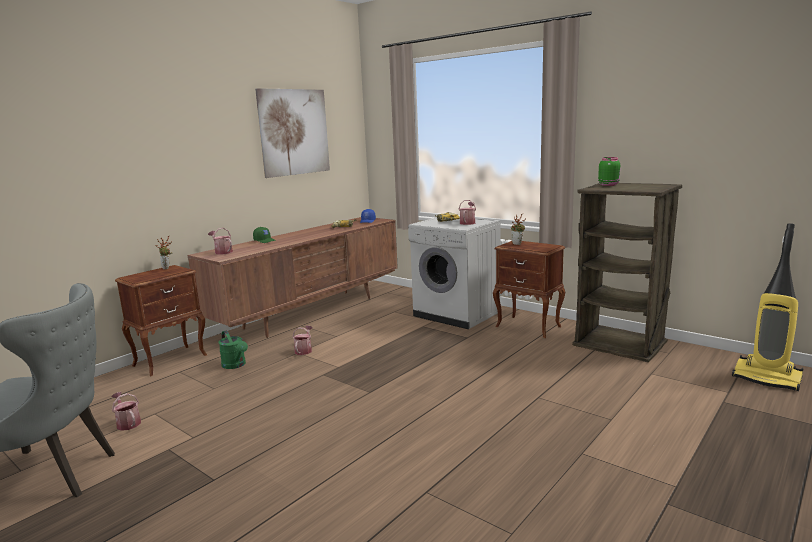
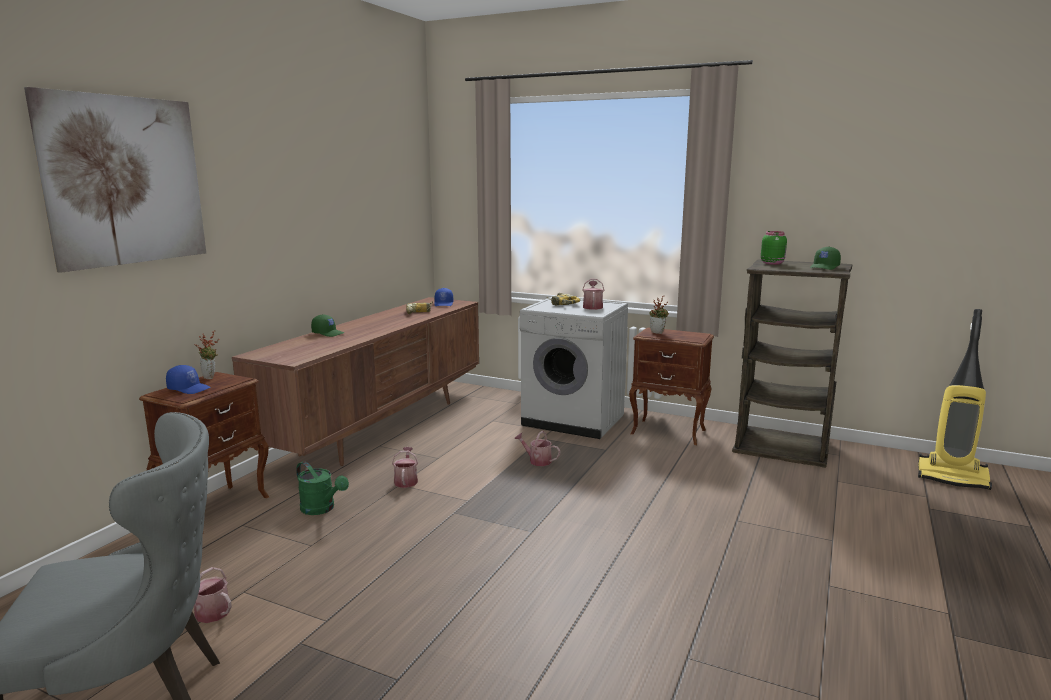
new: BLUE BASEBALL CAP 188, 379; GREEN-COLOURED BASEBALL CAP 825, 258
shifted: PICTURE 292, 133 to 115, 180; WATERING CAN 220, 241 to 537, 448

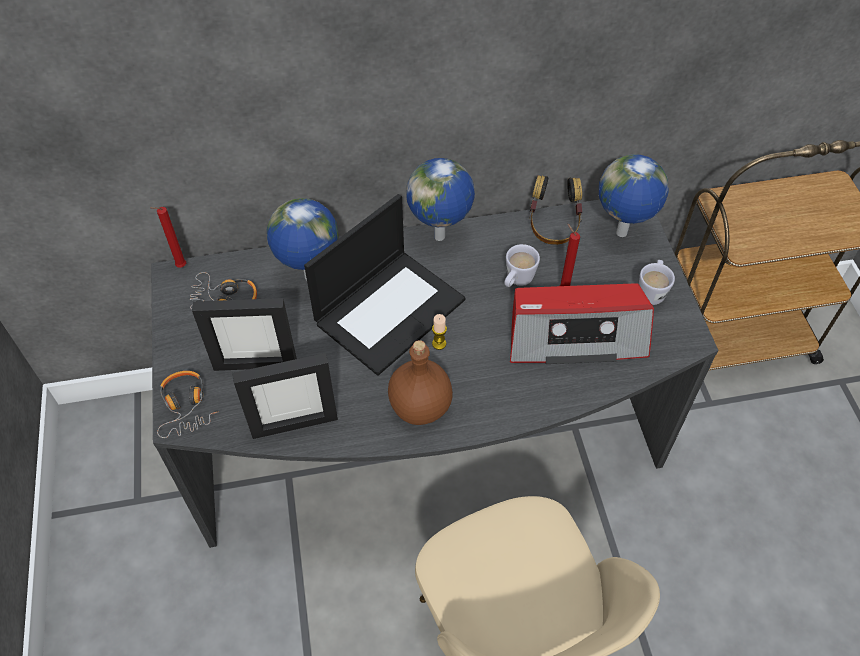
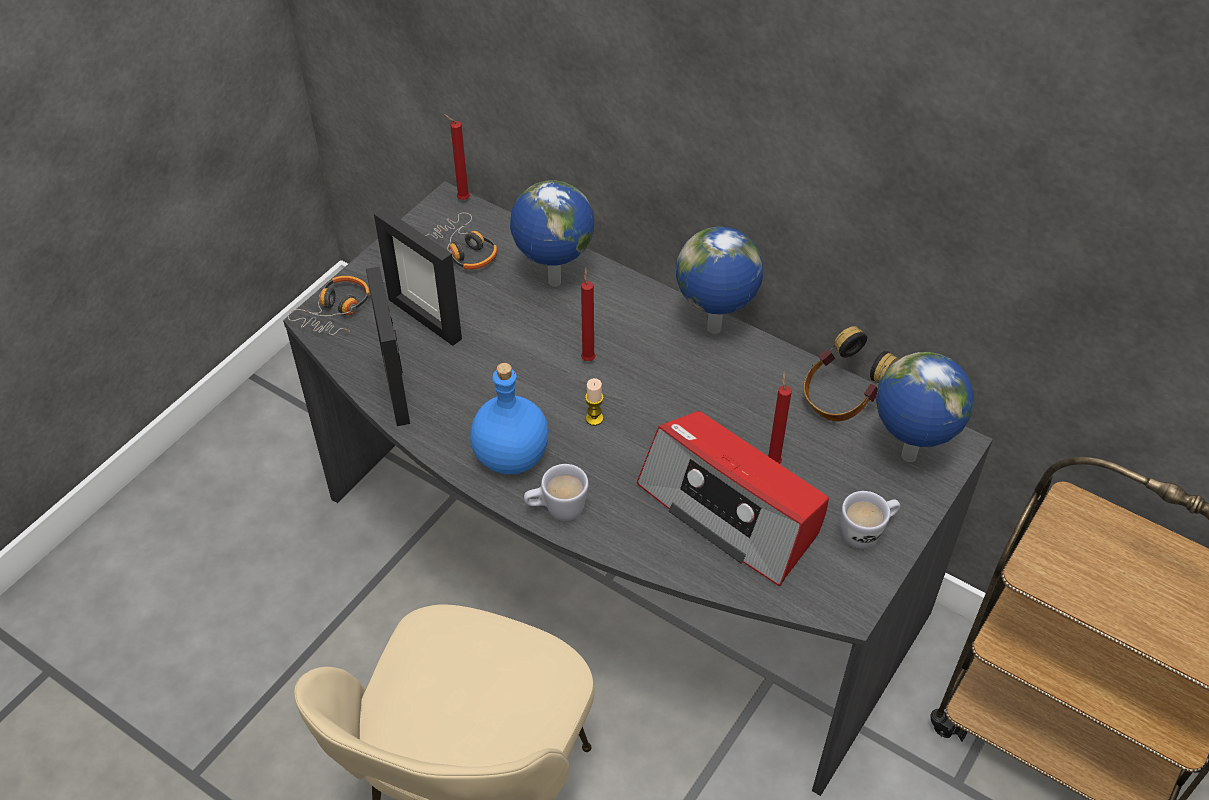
shifted: WHITISH MUG 522, 265 to 556, 492
swapped: LAPTOP 385, 285 to RED-COLOURED CANDLE 588, 314
repainted: BROWNISH DRINK BOTTLE 420, 382 to BLUE DRINK BOTTLE 509, 418
rotated: STANDING FRAME 285, 396 = 388, 346 45 degrees clockwise

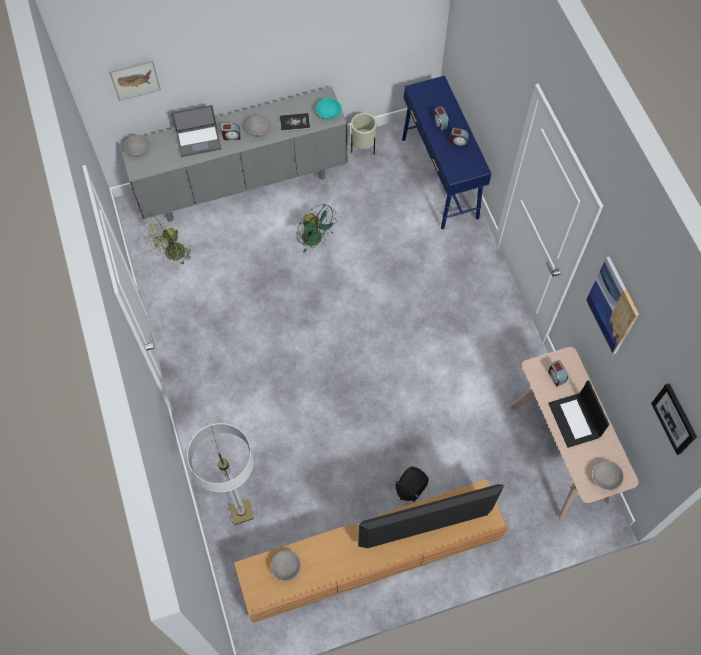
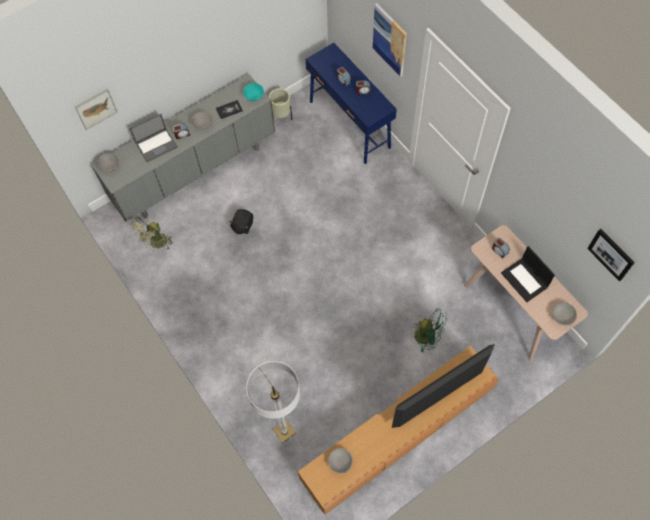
shifted: BLACK PLUSH TOY 412, 483 to 241, 221; PICTURE 612, 305 to 390, 40; GREEN-COLOURED ELECTRIC FAN 317, 228 to 429, 330

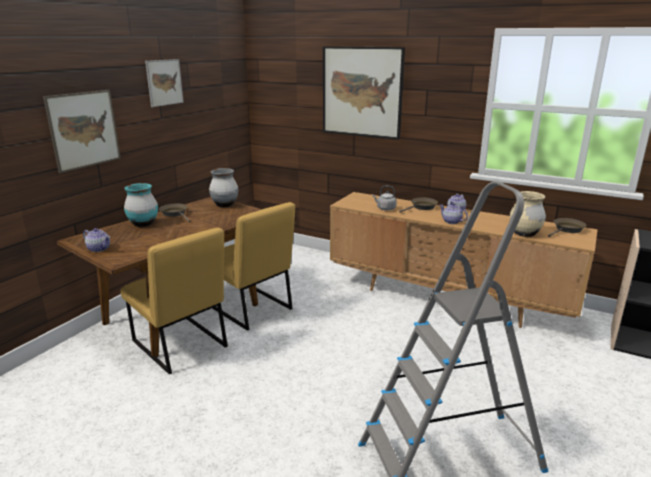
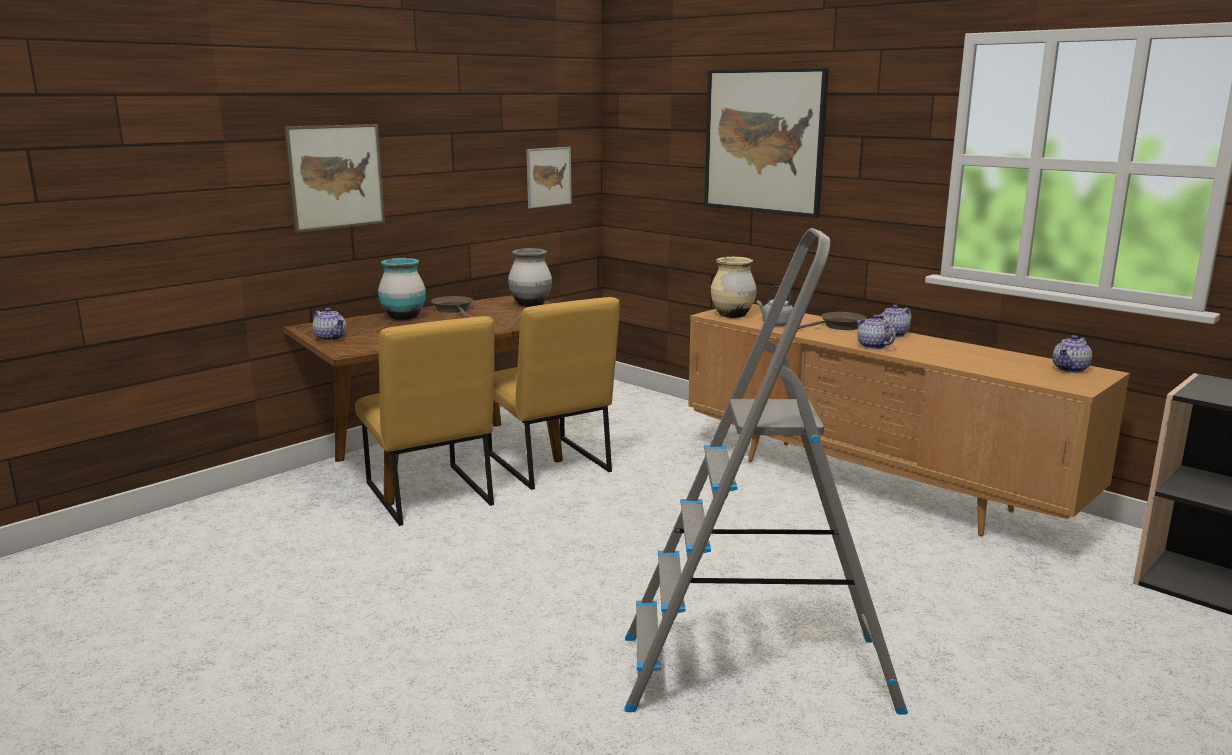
shifted: PICTURE 164, 83 to 549, 177; BEIGE DECORATIVE VASE 528, 214 to 734, 287
swapped: BROWNISH SKILLET 567, 227 to POT FOR TEA 1072, 354

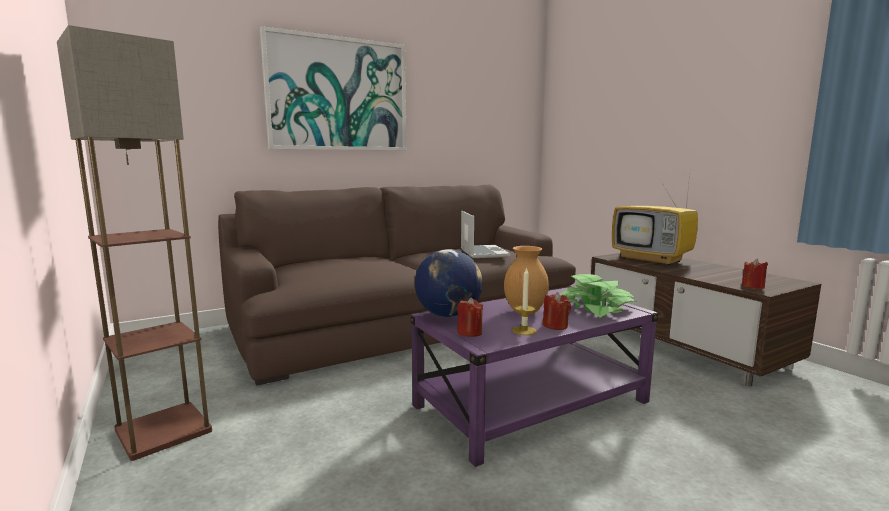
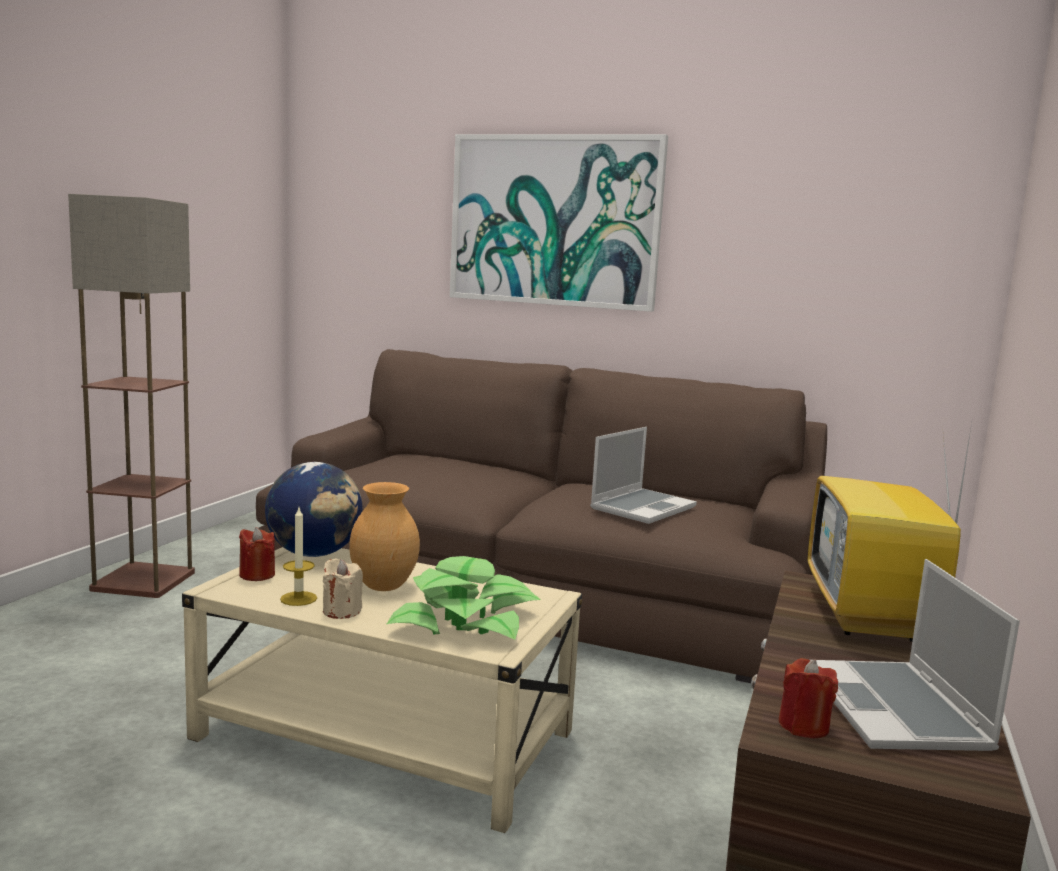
new: LAPTOP 918, 655
repainted: PURPLE LOUNGE TABLE 534, 376 to BEIGE LOUNGE TABLE 382, 690; RED-COLOURED CANDLE 557, 311 to BEIGE CANDLE 343, 588

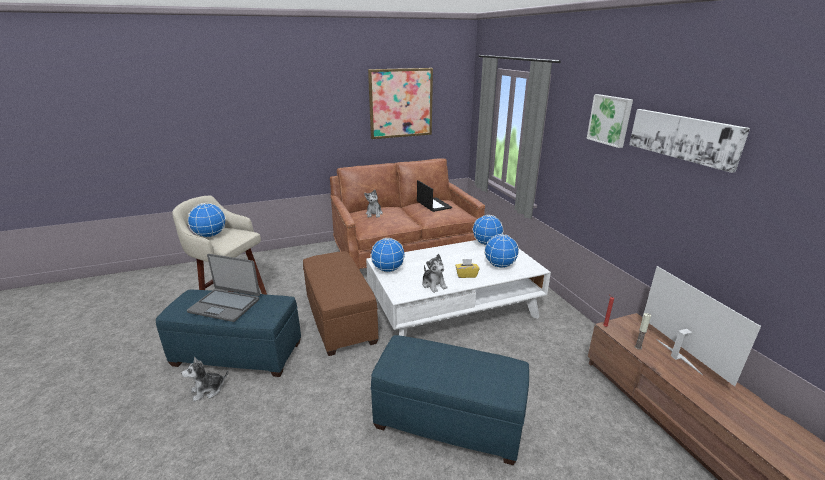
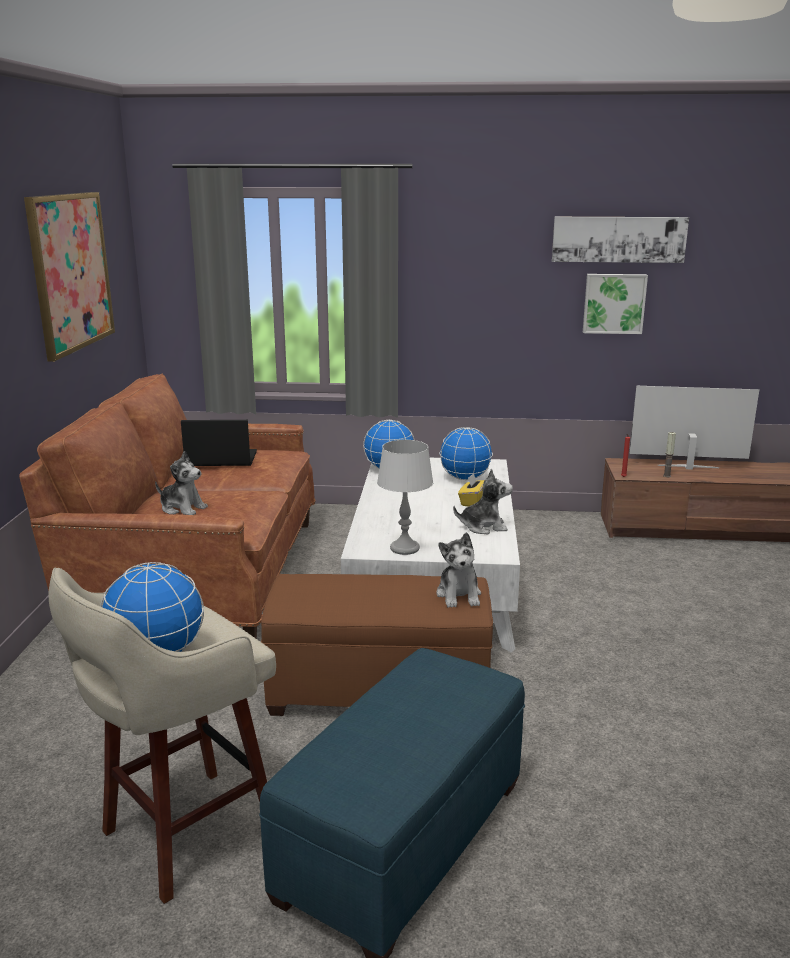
gone: LAPTOP 223, 288; BLUE FOOTREST 449, 400
shifted: PLUSH TOY 204, 379 to 458, 570; PICTURE 610, 121 to 615, 304
swapped: GLOBE 387, 255 to GREYISH TABLETOP LAMP 405, 497

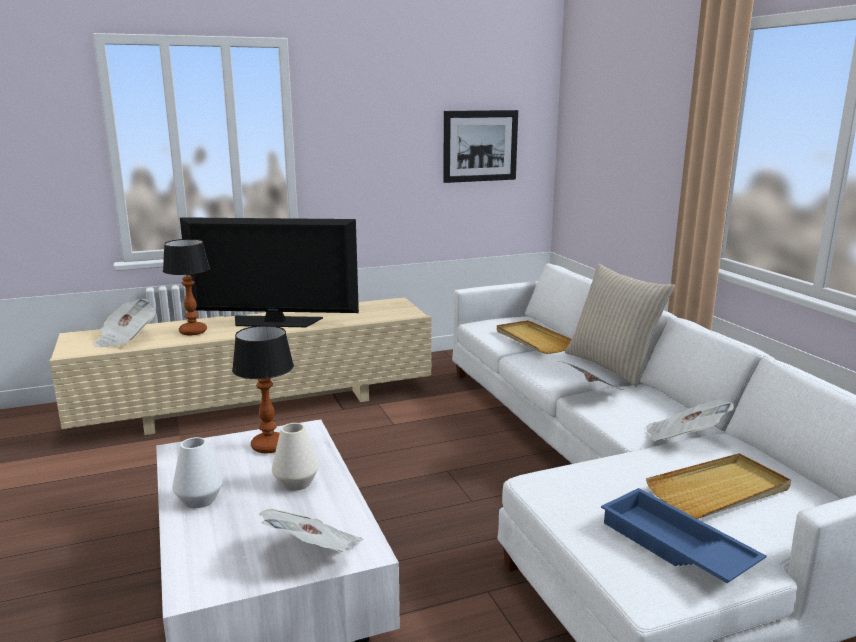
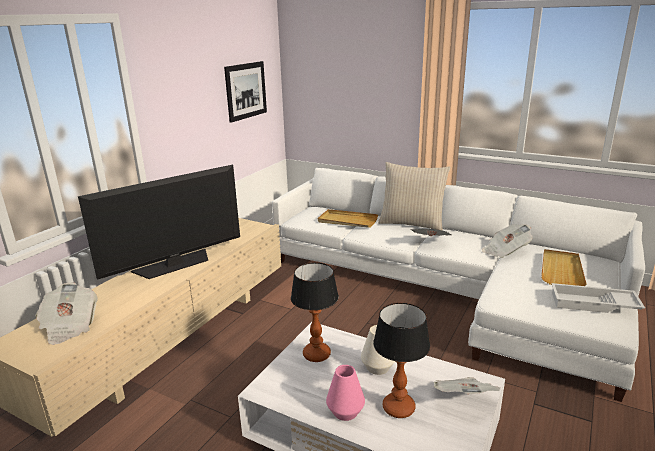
shifted: TABLETOP LAMP 186, 287 to 401, 360
repainted: WHITISH DECORATIVE VASE 197, 472 to PINK DECORATIVE VASE 345, 393; BLUE CARRYING TRAY 684, 535 to WHITISH CARRYING TRAY 598, 298

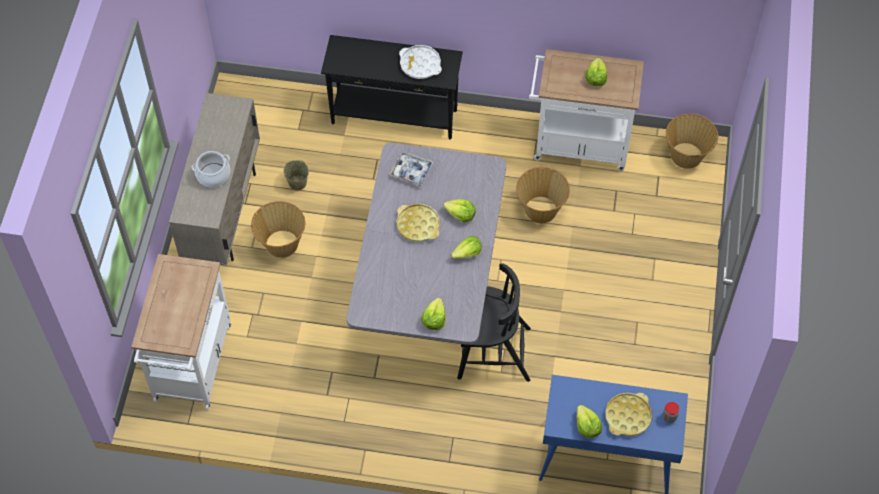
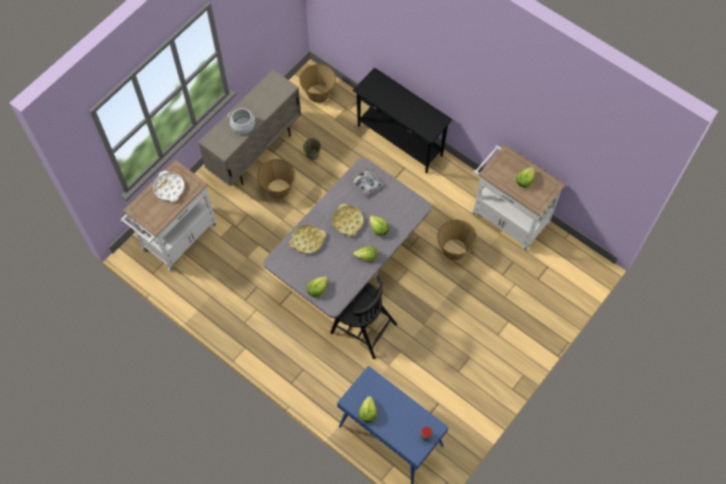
shifted: WHITISH CARRYING TRAY 420, 62 to 169, 186; YELLOW CARRYING TRAY 628, 414 to 307, 239; BASKET 692, 141 to 317, 83

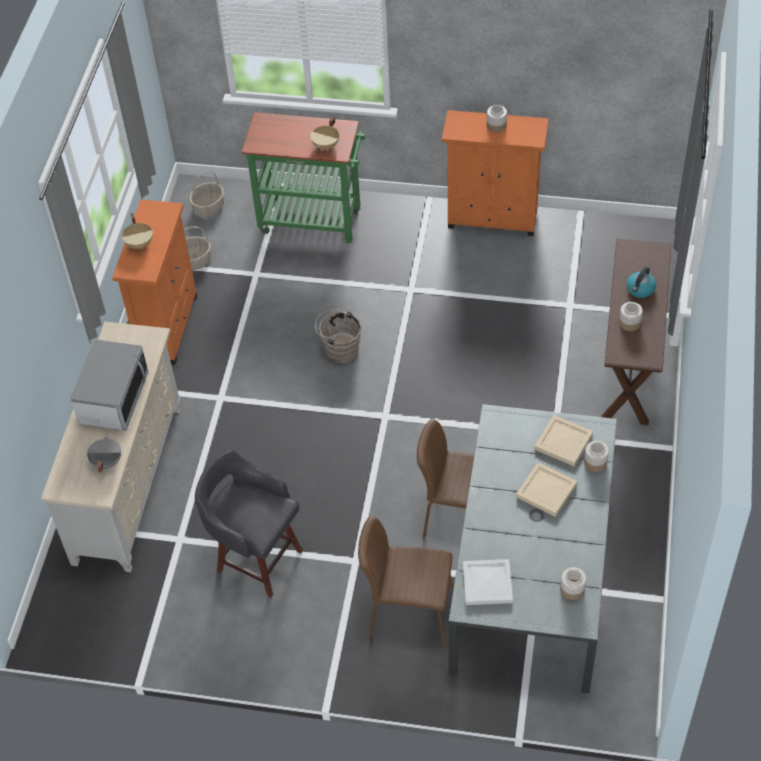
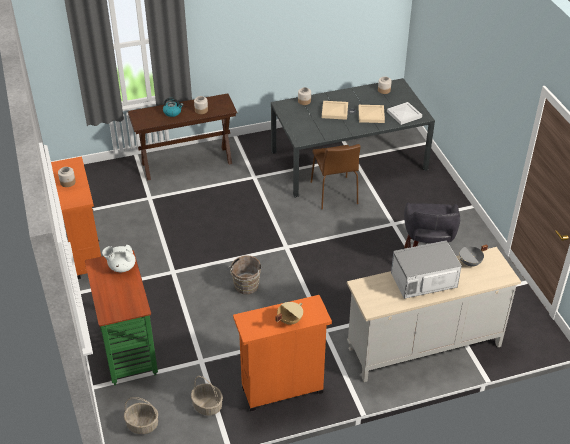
gone: BROWNISH CHAIR 406, 581
shifted: BEIGE CARRYING TRAY 563, 440 to 371, 114
swapped: BEIGE SAUCEPOT 324, 133 to WHITISH POT FOR TEA 118, 258

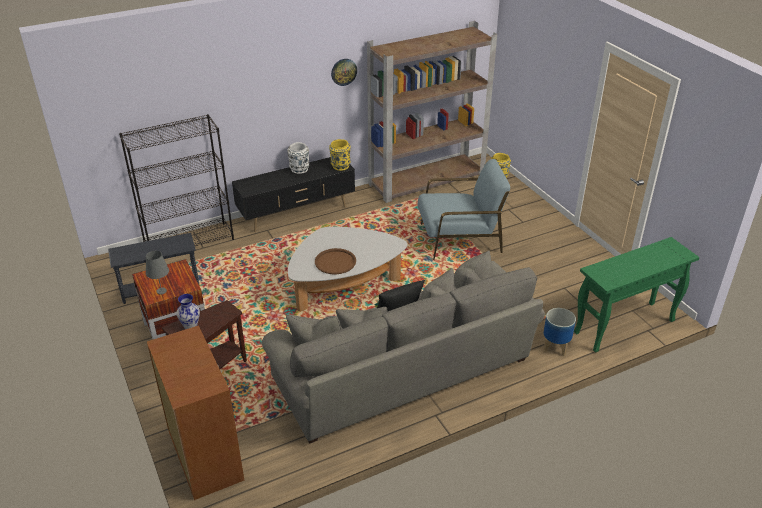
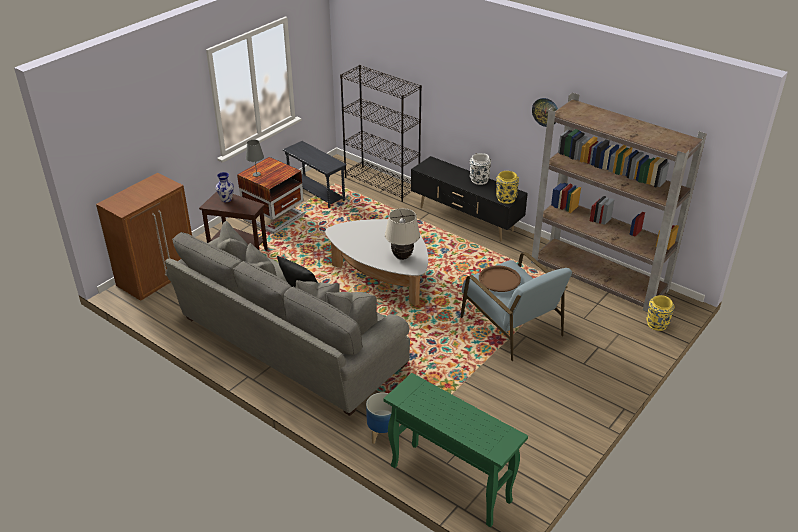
new: BEIGE TABLETOP LAMP 402, 234
shifted: BROWNISH CARRYING TRAY 335, 261 to 500, 278

